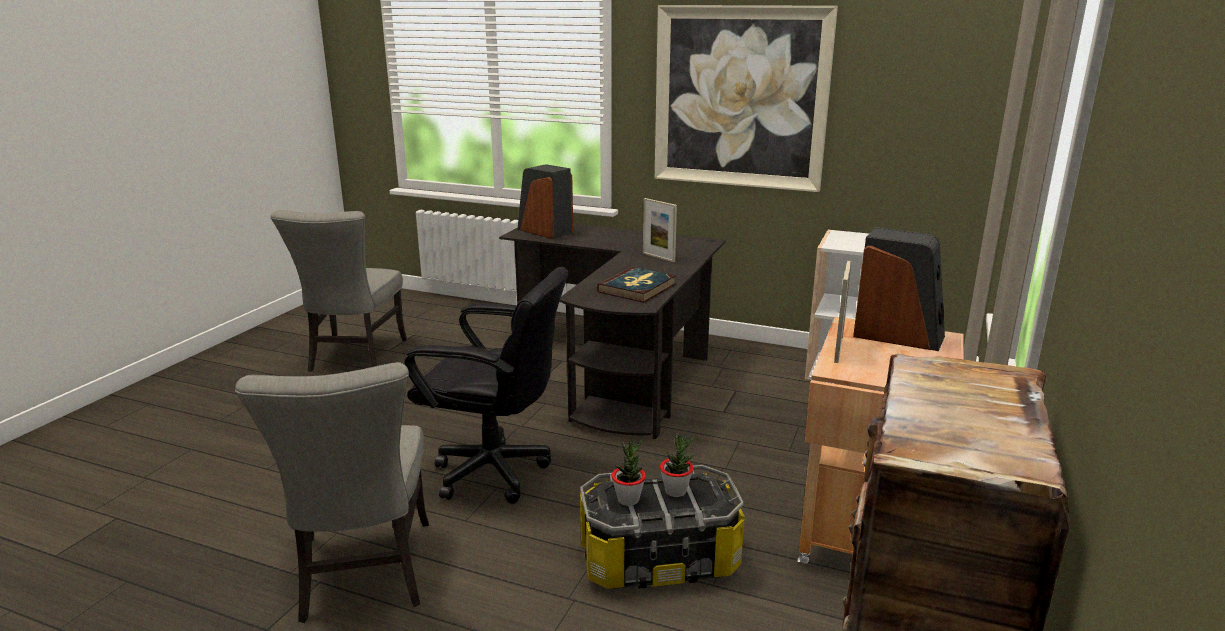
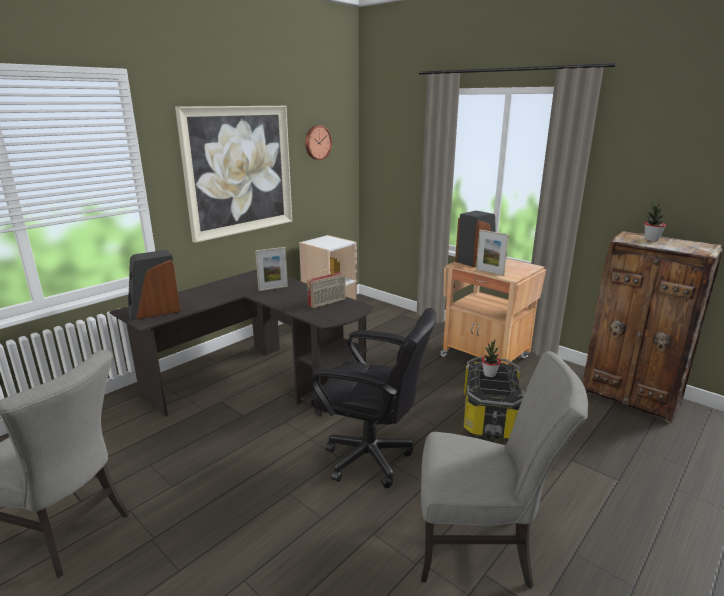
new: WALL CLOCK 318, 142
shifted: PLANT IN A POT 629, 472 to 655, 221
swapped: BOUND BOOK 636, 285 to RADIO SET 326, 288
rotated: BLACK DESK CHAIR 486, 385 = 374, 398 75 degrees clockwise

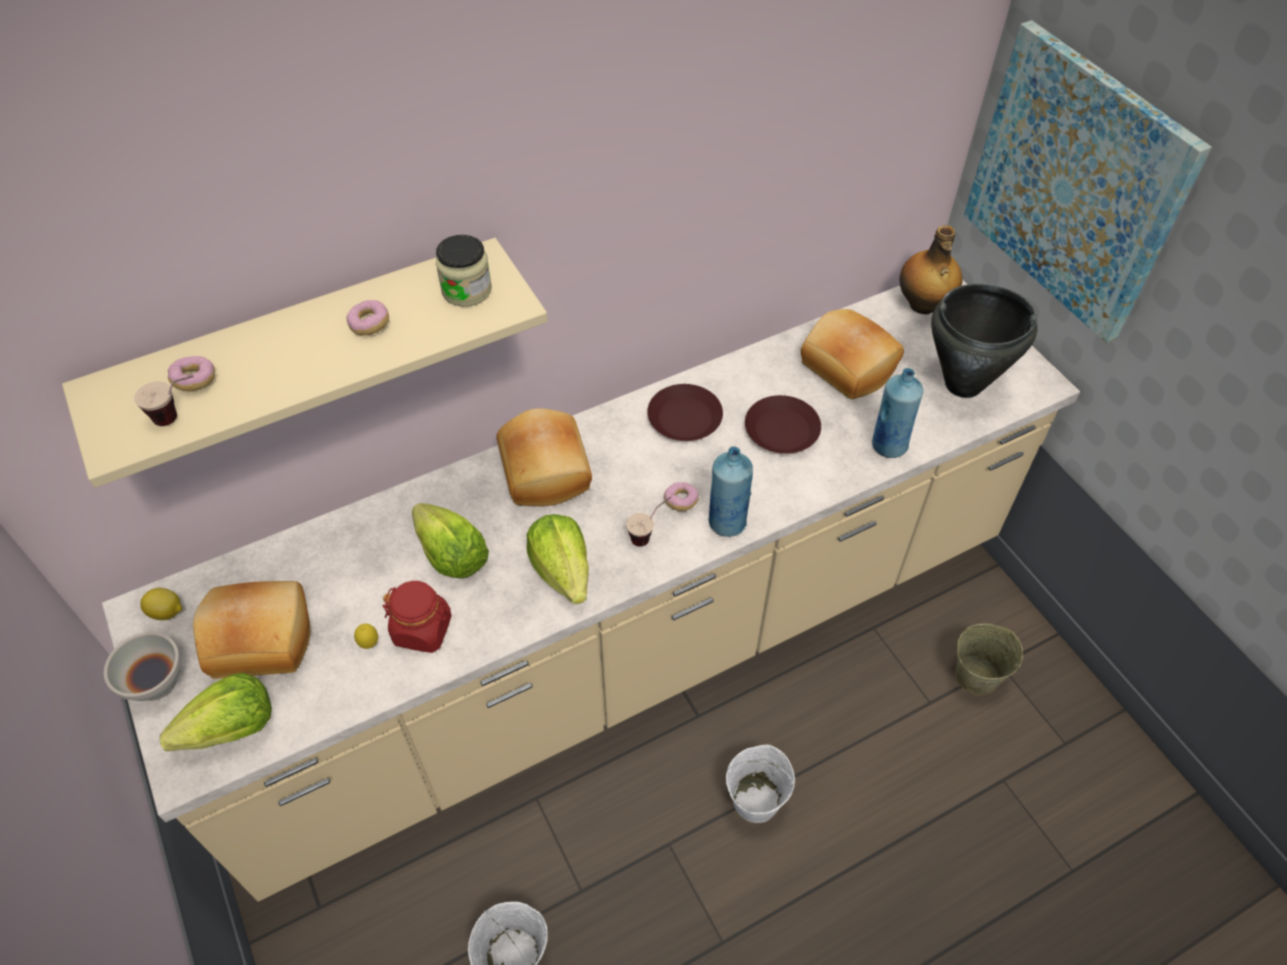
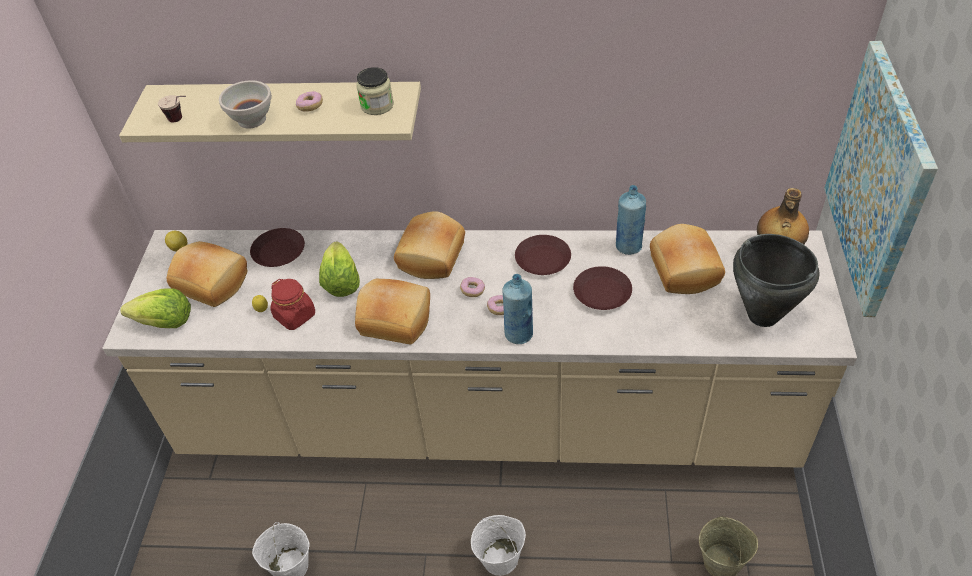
gone: CUP 648, 522
new: BROWNISH FLAT DISH 277, 247
shifted: WHITISH SERVING BOWL 142, 666 to 245, 104; DONUT 191, 373 to 472, 287; BLUE DRINK BOTTLE 897, 413 to 631, 220
swapped: LETTUCE 557, 559 to BAKED BREAD 392, 312

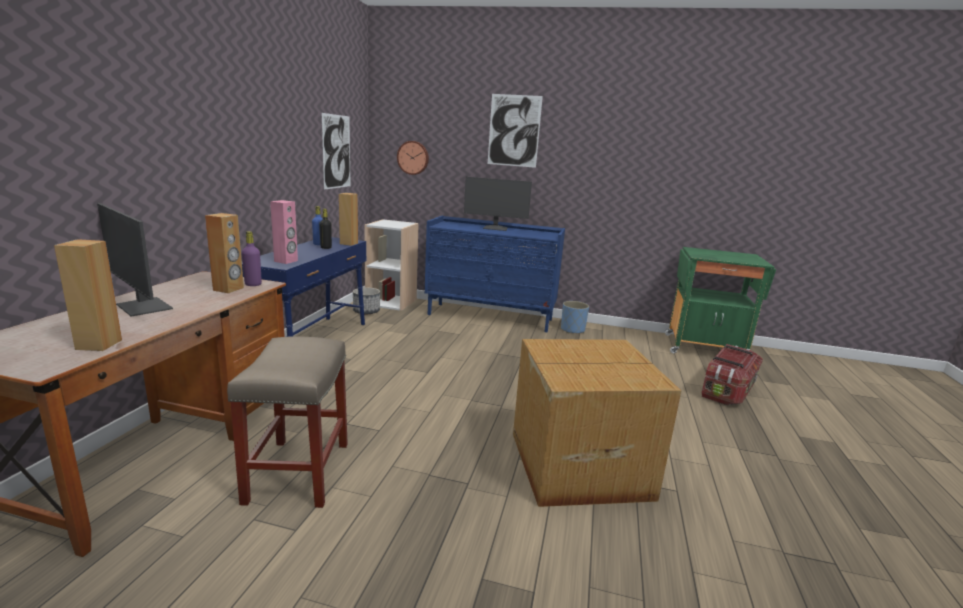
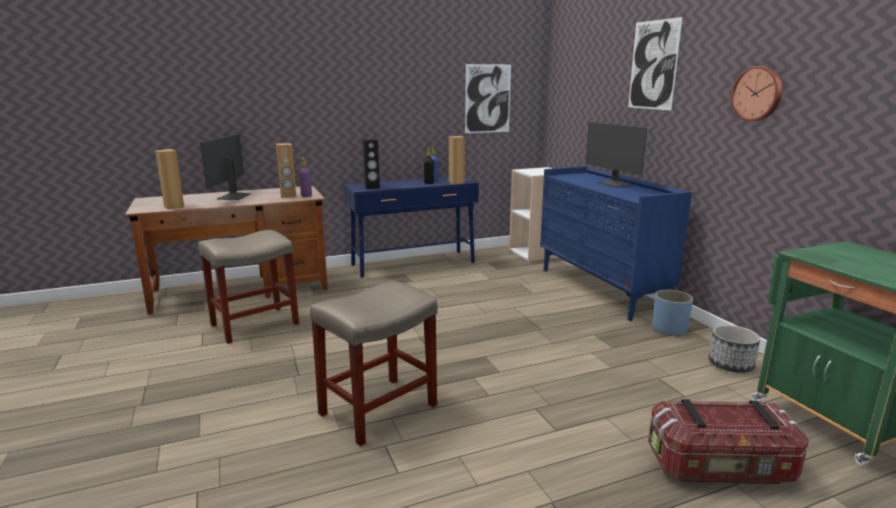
shifted: PLANT POT 366, 300 to 734, 349; WALL CLOCK 413, 158 to 756, 93
swapped: PACKING BOX 597, 423 to BEIGE SITTING STOOL 373, 363
repainted: PINK AUDIO SPEAKER 284, 232 to BLACK AUDIO SPEAKER 371, 164

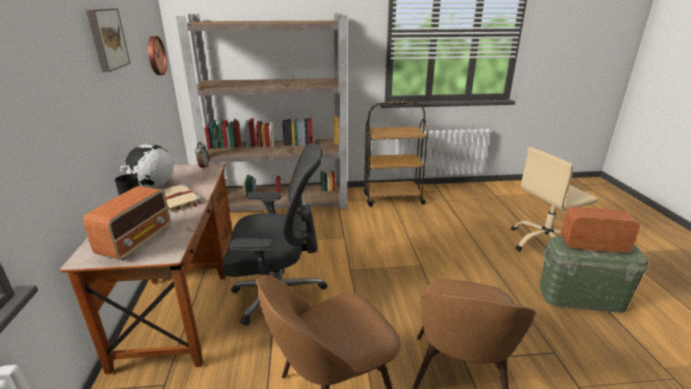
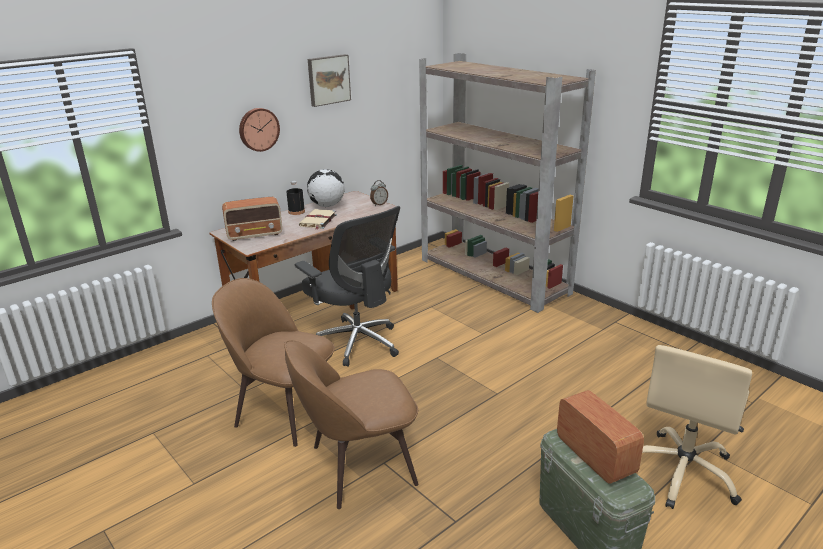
gone: BROWNISH CART 395, 154
shifted: WALL CLOCK 157, 55 to 259, 130
rotated: BEIGE DESK CHAIR 554, 199 = 697, 427 90 degrees counterclockwise

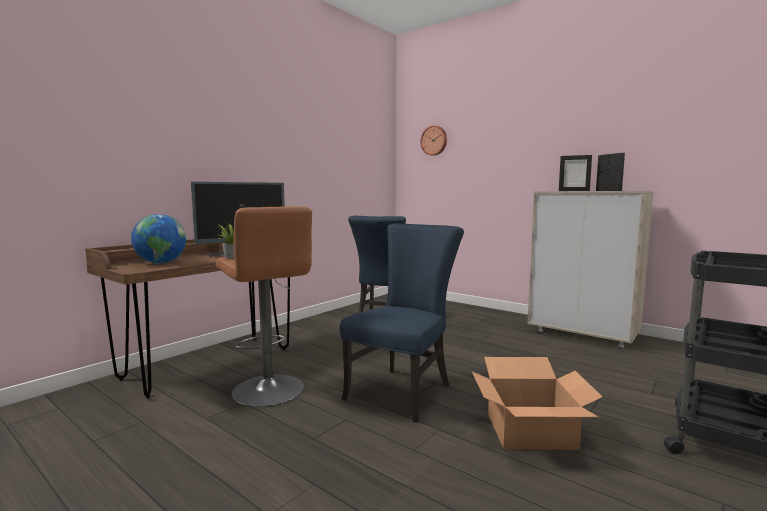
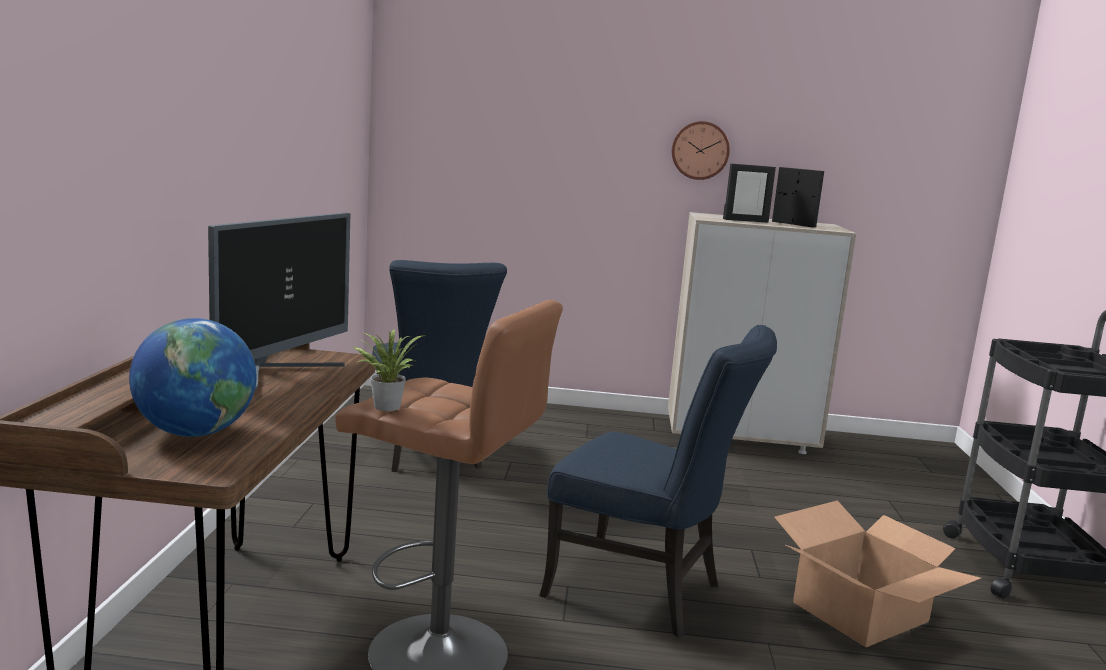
shifted: WALL CLOCK 433, 140 to 701, 150
rotated: BLUE CHAIR 402, 323 = 658, 481 120 degrees clockwise

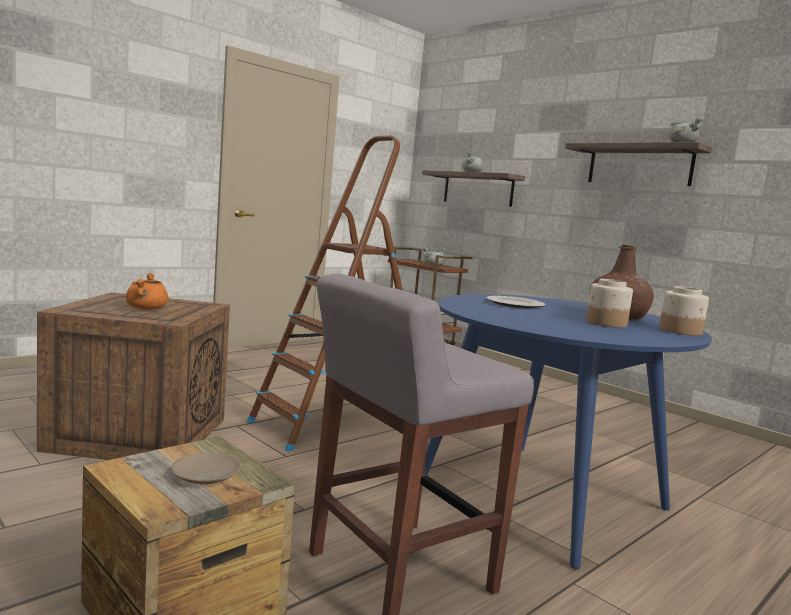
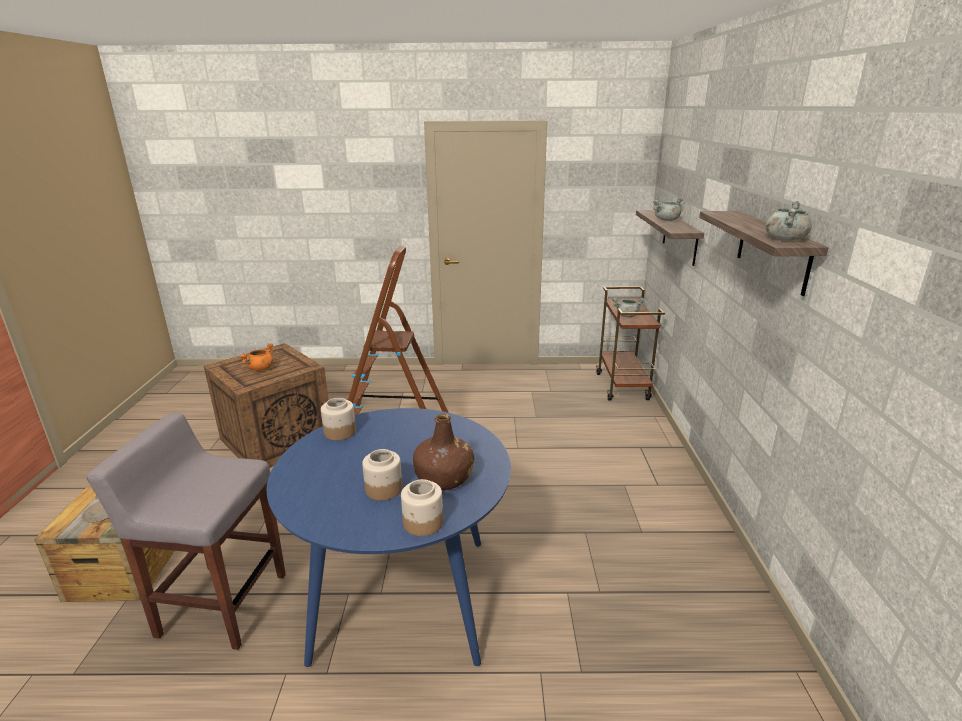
gone: FLAT DISH 516, 302
new: JAR 338, 419

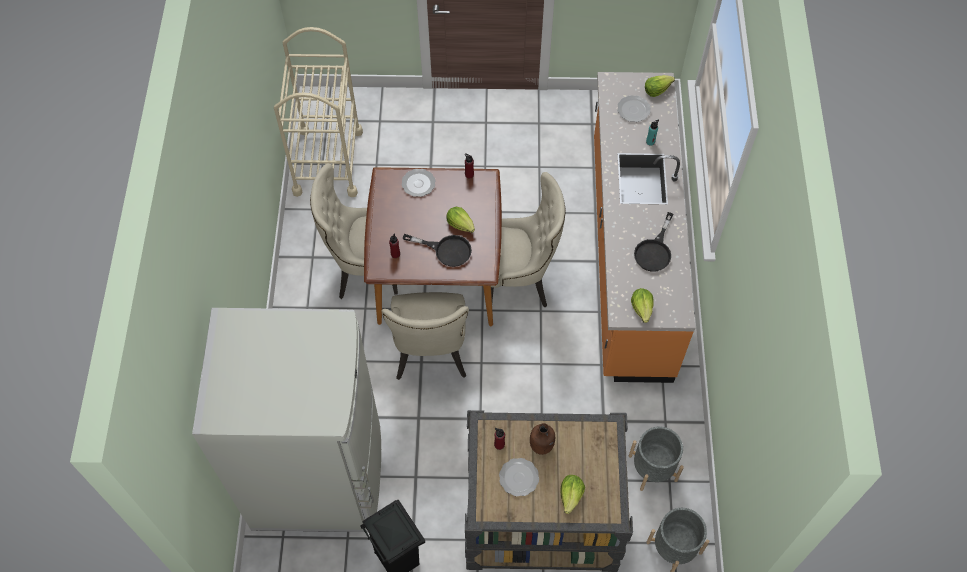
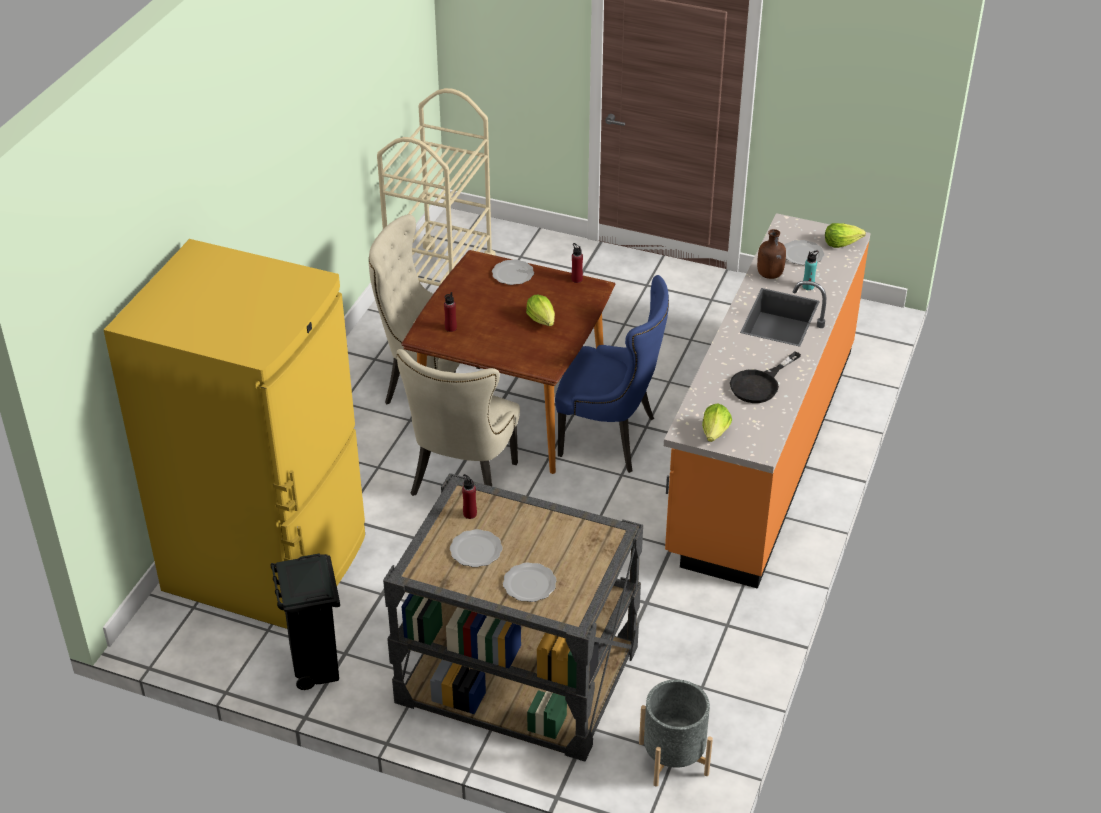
gone: BLACK SKILLET 437, 250; GREYISH PLANT POT 656, 459
shifted: BROWNISH DRINK BOTTLE 542, 439 to 771, 254
swapped: LETTUCE 572, 494 to FLAT DISH 530, 582
repainted: WHITISH FRIDGE 286, 420 to YELLOW FRIDGE 234, 434; BEIGE CHAIR 528, 239 to BLUE CHAIR 612, 374

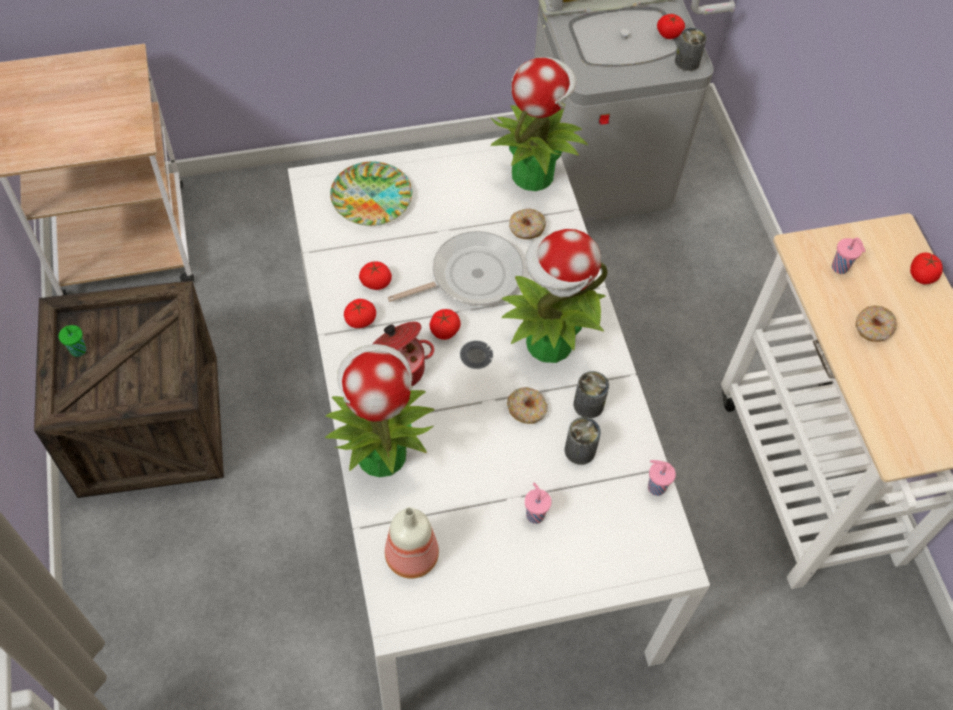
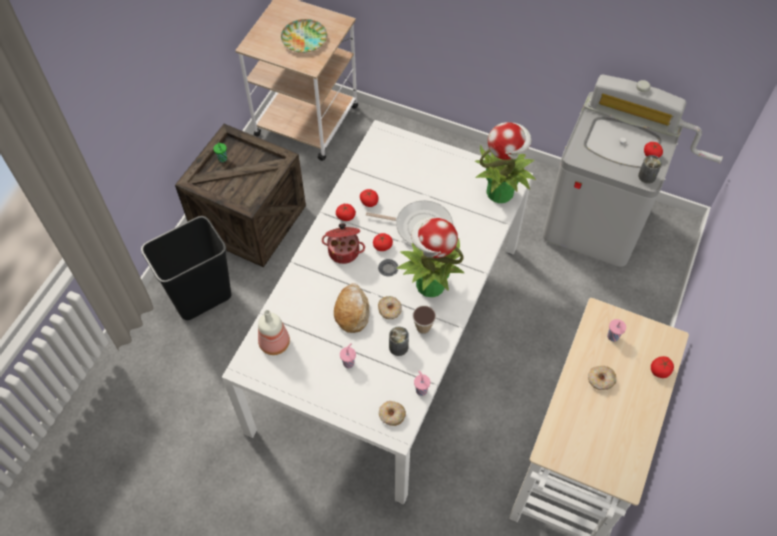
gone: PLANT IN A POT 380, 410
new: BLACK WASTE BIN 186, 268; BAKED BREAD 351, 308
shifted: FLAT DISH 371, 193 to 304, 36; DONUT 527, 224 to 392, 413
swapped: SEALED CAN 591, 394 to CUP 424, 319

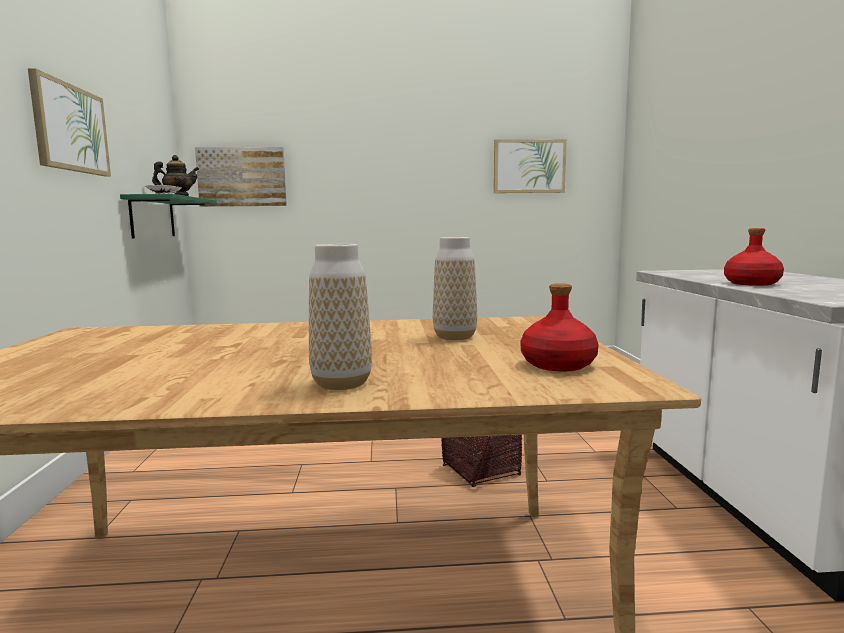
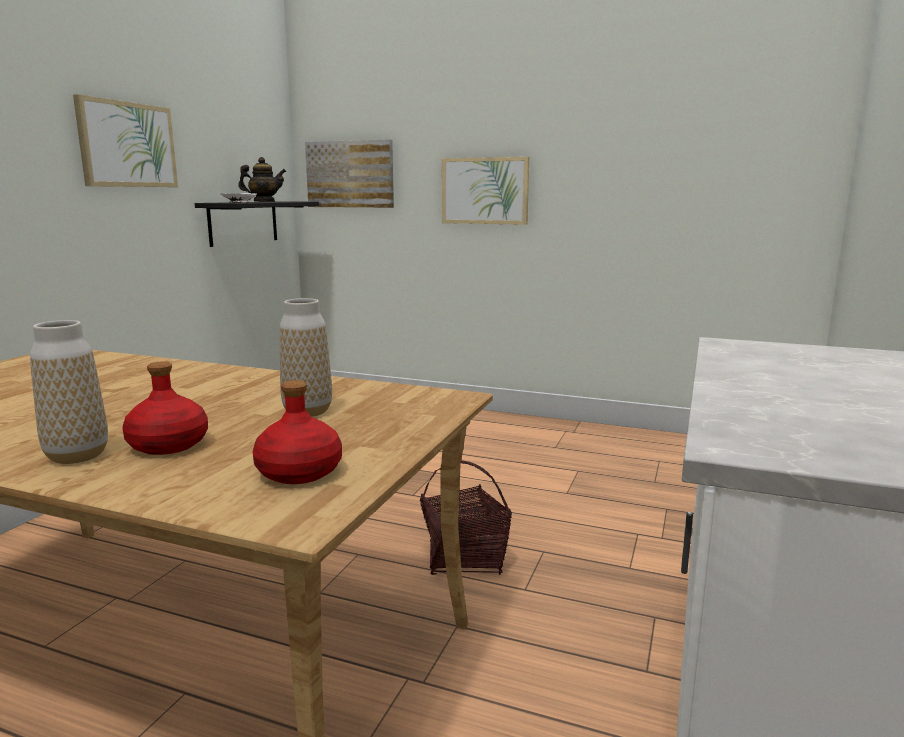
shifted: RED-COLOURED DRINK BOTTLE 754, 257 to 165, 408; PICTURE 530, 166 to 485, 191
repainted: GREEN-COLOURED BRACKET SHELF 168, 216 to BLACK BRACKET SHELF 257, 224

